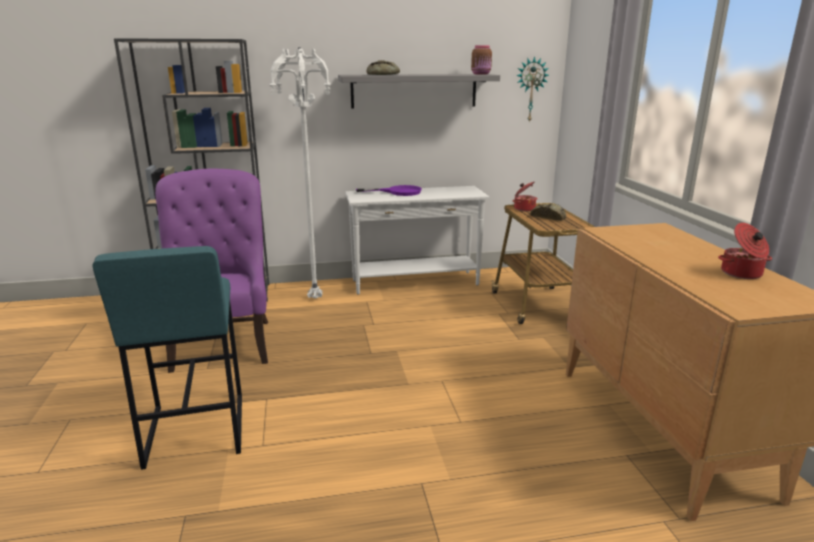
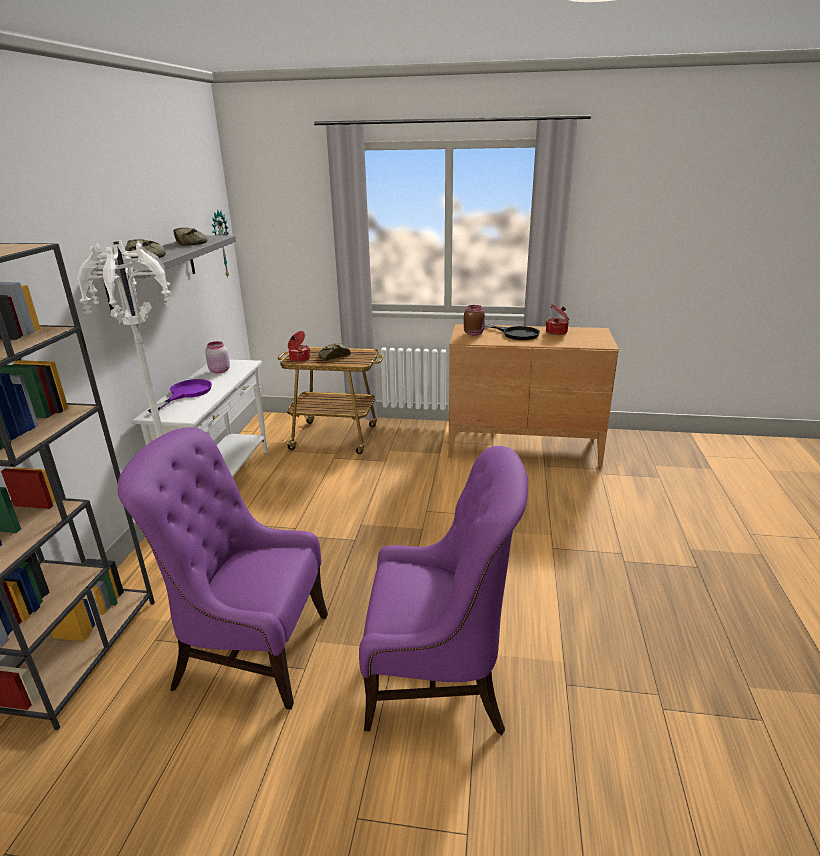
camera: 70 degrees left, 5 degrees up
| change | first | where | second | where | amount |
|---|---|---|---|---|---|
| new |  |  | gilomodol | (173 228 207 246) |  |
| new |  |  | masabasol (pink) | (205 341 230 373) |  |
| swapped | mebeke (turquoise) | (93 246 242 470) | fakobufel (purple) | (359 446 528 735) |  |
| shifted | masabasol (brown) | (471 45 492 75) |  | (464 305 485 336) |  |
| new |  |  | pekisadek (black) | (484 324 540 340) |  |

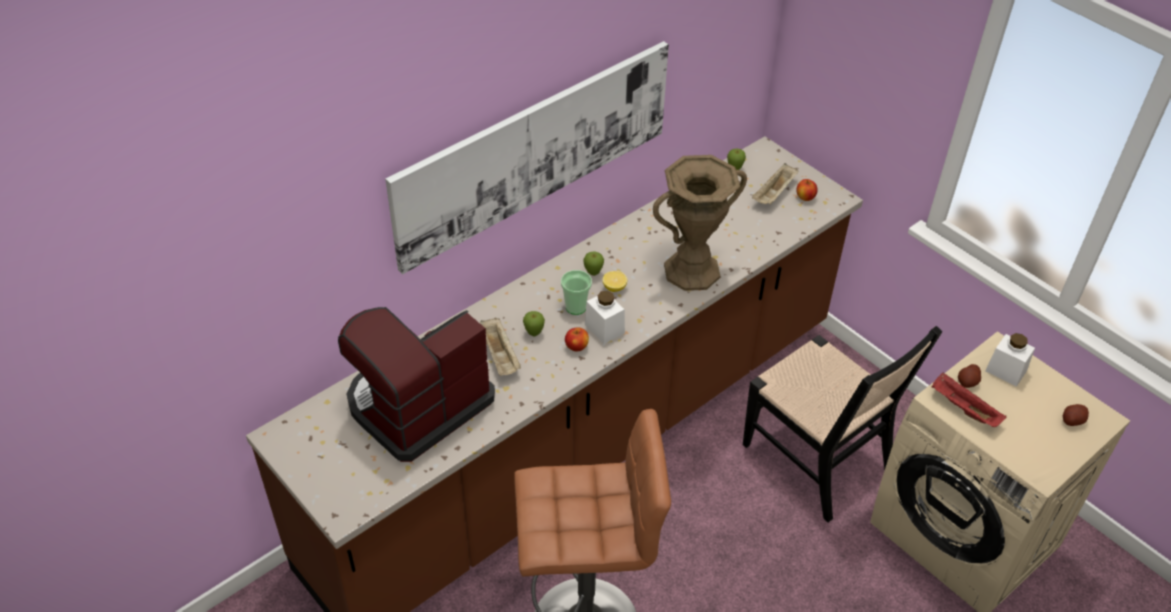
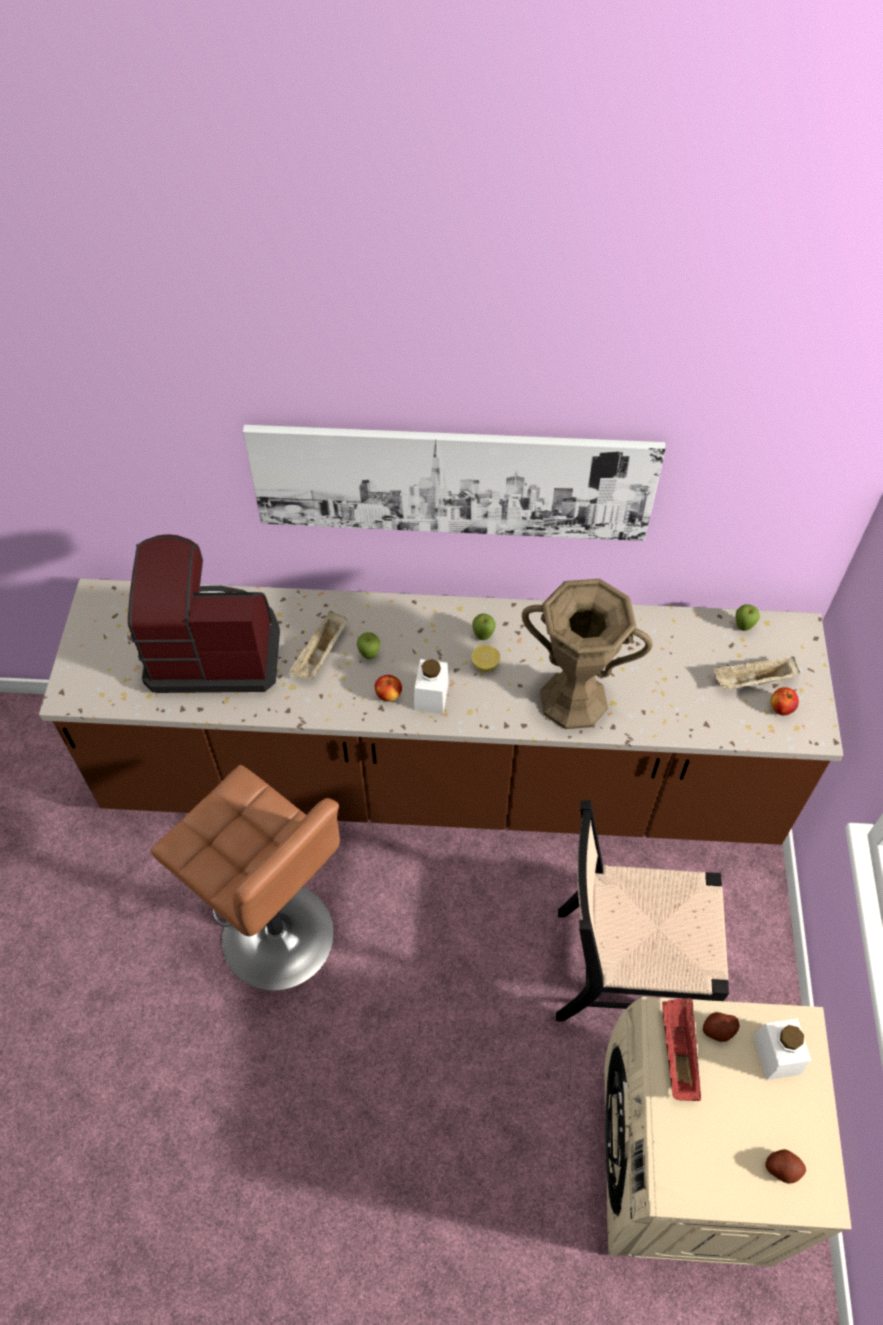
camera: 45 degrees right, 10 degrees up
| change | first | where | second | where | amount |
|---|---|---|---|---|---|
| rotated | fakobufel | (743 326 943 523) |  | (556 801 729 1022) | 90 degrees clockwise |
| gone | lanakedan | (561 270 592 315) |  |  |  |

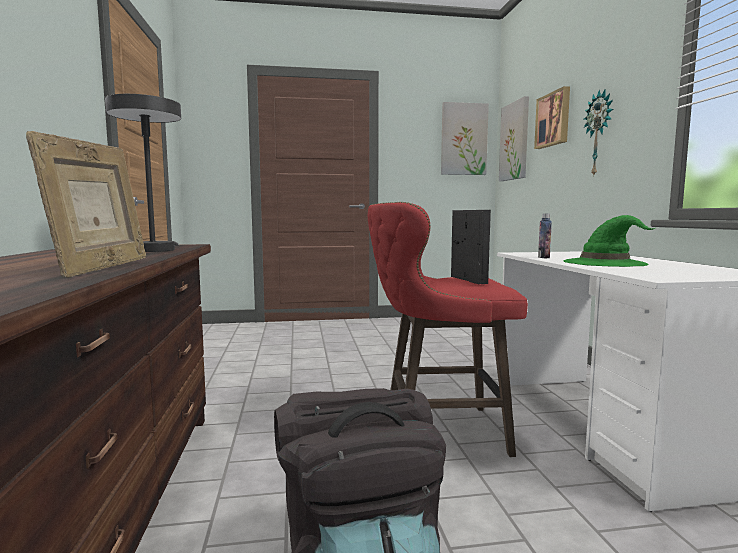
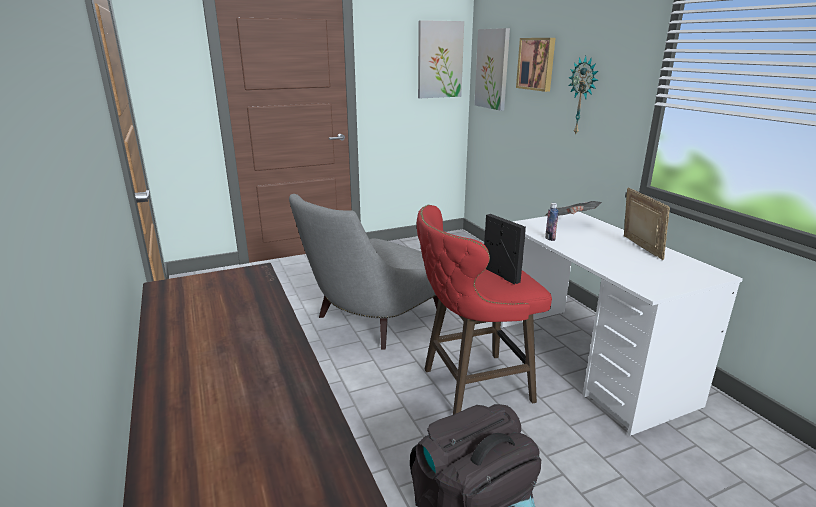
camera: 15 degrees left, 15 degrees up
| change | first | where | second | where | amount |
|---|---|---|---|---|---|
| new |  |  | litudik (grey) | (289 194 439 350) |  |
| new |  |  | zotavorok | (545 201 602 216) |  |
| shifted | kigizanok | (26 131 146 278) |  | (624 188 670 260) |  |
| gone | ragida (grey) | (105 94 181 252) |  |  |  |
| gone | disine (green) | (563 215 655 267) |  |  |  |

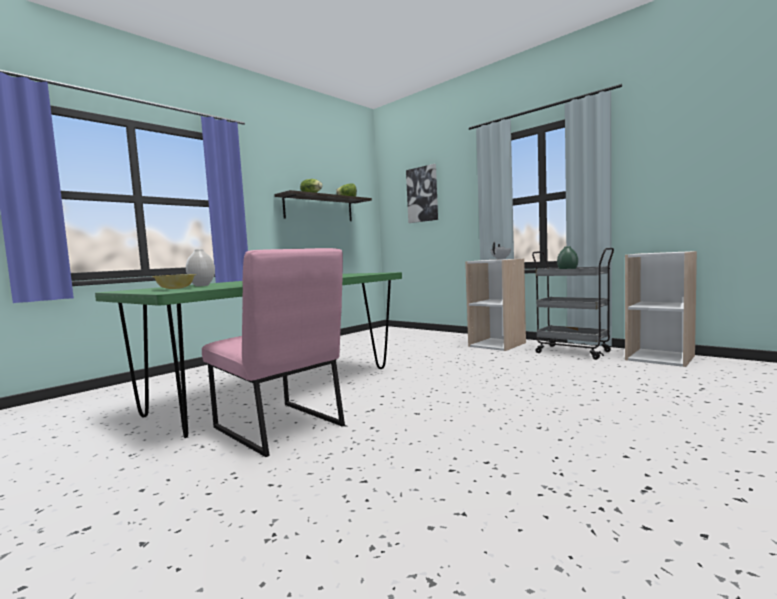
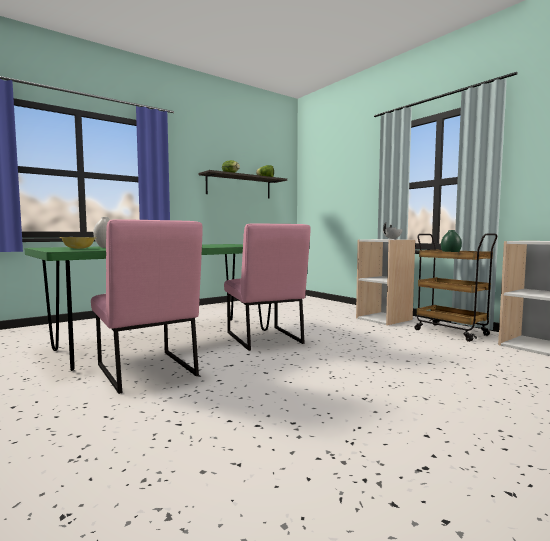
camera: 10 degrees right, 0 degrees up
| change | first | where | second | where | amount |
|---|---|---|---|---|---|
| new |  |  | fakobufel (pink) | (224 223 310 351) |  |
| repainted | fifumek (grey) | (532 248 614 360) | fifumek (brown) | (414 234 497 342) |  |
| gone | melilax | (406 164 438 223) |  |  |  |

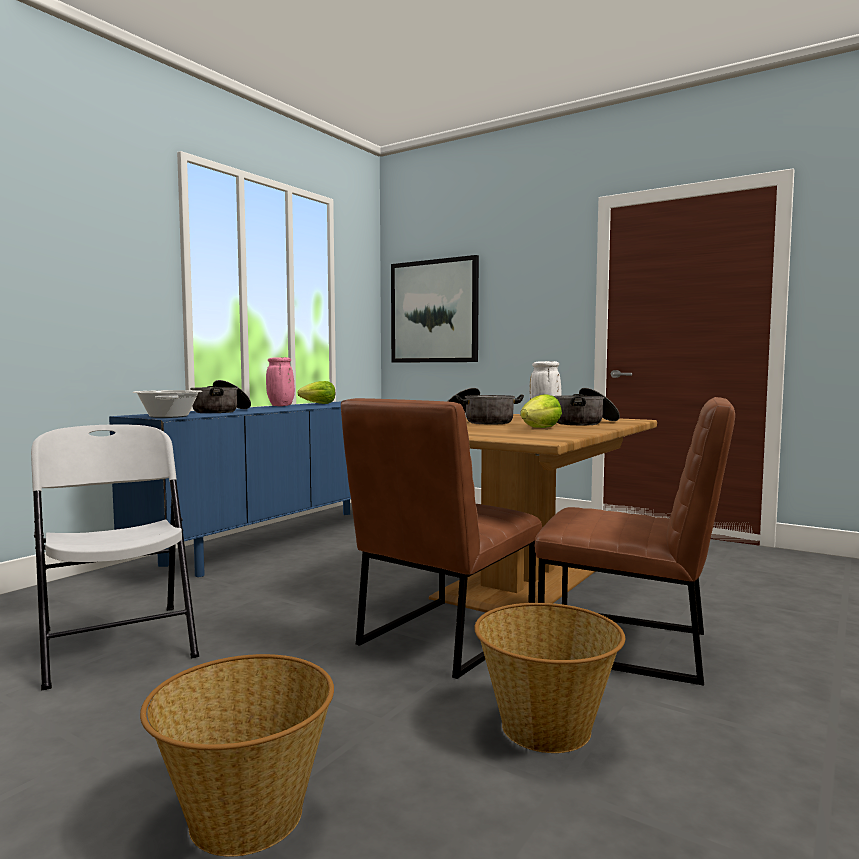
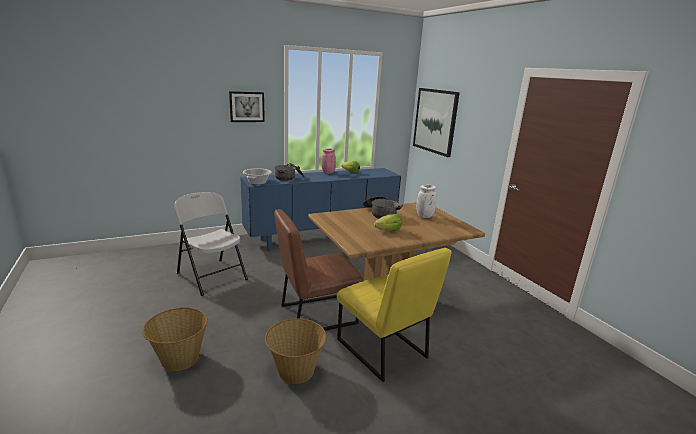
camera: 30 degrees right, 15 degrees up
| change | first | where | second | where | amount |
|---|---|---|---|---|---|
| rotated | fakobufel (white) | (31 424 199 691) |  | (174 192 248 296) | 45 degrees counterclockwise |
| new |  |  | melilax | (229 91 265 122) |  |
| repainted | fakobufel (brown) | (535 397 735 686) | fakobufel (yellow) | (337 248 452 382) |  |
| gone | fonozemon | (554 388 620 425) |  |  |  |

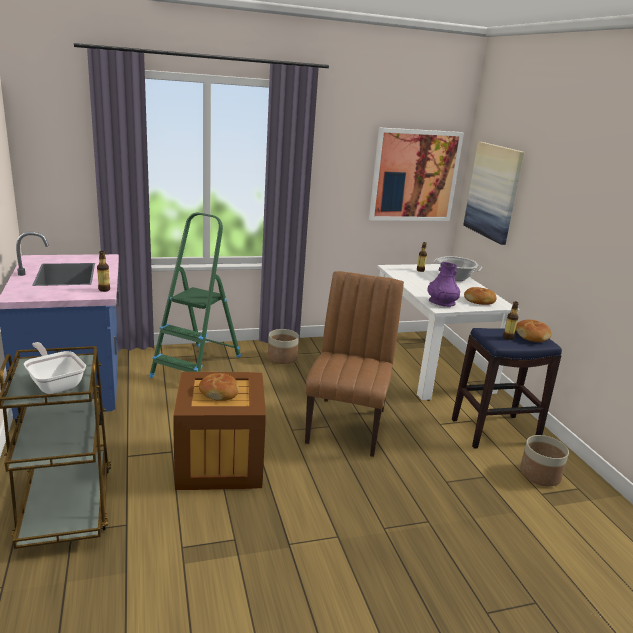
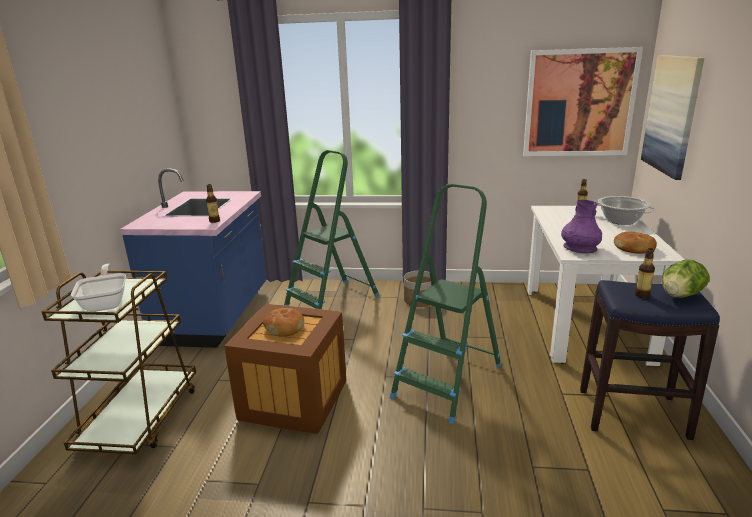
camera: 25 degrees right, 0 degrees up
| change | first | where | second | where | amount |
|---|---|---|---|---|---|
| swapped | fakobufel (brown) | (305 271 404 457) | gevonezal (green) | (390 184 501 424) |  |
| swapped | gilomodol | (516 319 551 342) | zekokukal | (662 260 710 298) |  |
| gone | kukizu | (520 435 569 486) |  |  |  |

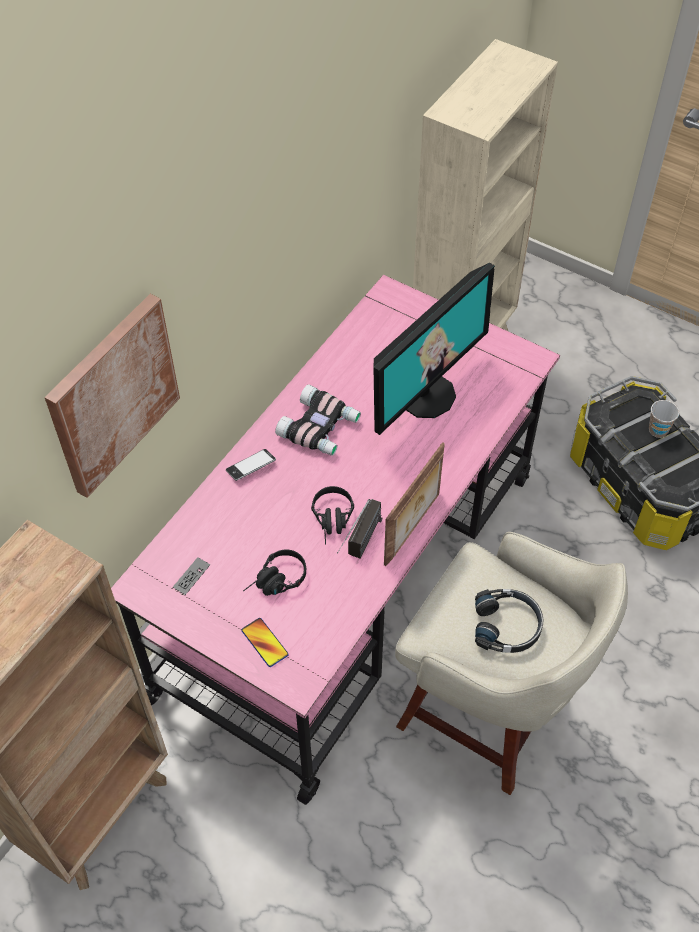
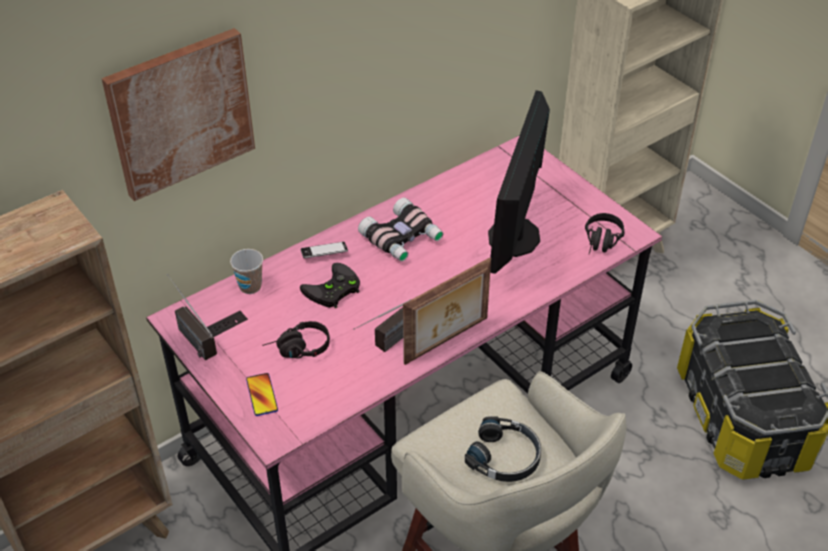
camera: 20 degrees right, 10 degrees down
| change | first | where | second | where | amount |
|---|---|---|---|---|---|
| new |  |  | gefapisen | (167 274 217 360) |  |
| shifted | lanakedan | (649 400 679 438) |  | (230 249 263 294) |  |
| new |  |  | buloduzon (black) | (300 263 360 308) |  |
| rotated | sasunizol | (373 263 495 435) |  | (488 90 550 274) | 135 degrees clockwise |
| shifted | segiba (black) | (311 486 354 544) |  | (585 213 625 254) |  |

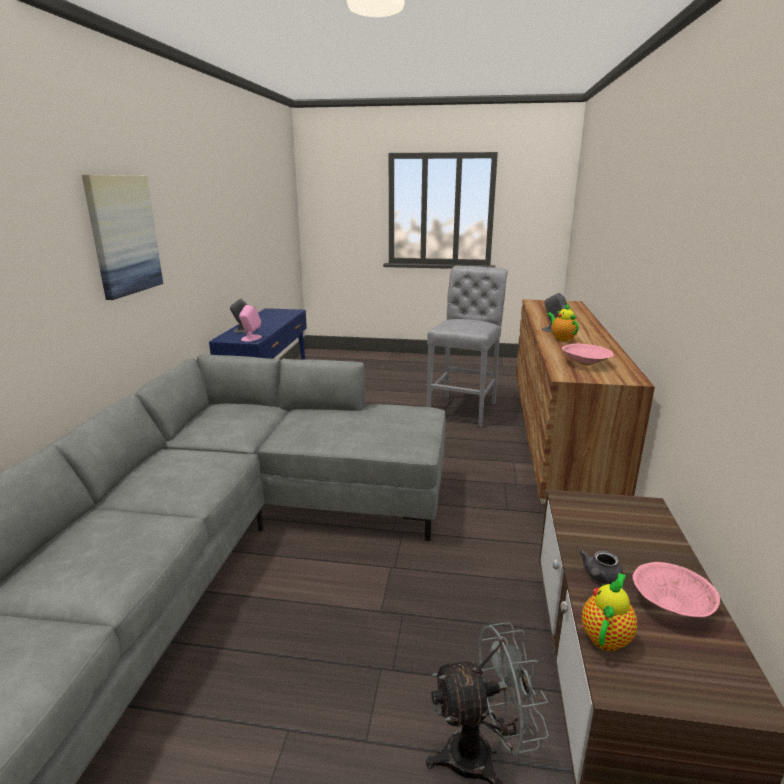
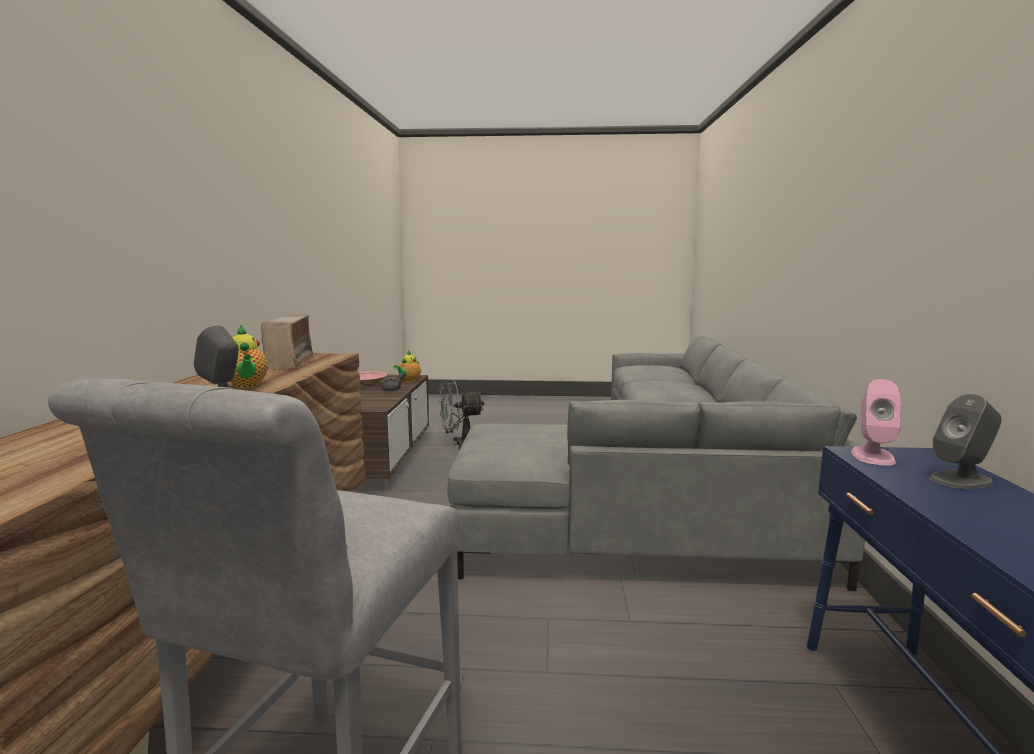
camera: 175 degrees right, 10 degrees down
| change | first | where | second | where | amount |
|---|---|---|---|---|---|
| swapped | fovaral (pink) | (562 343 614 365) | gefapisen | (261 315 316 370) |  |
| gone | melilax | (82 175 163 300) |  |  |  |

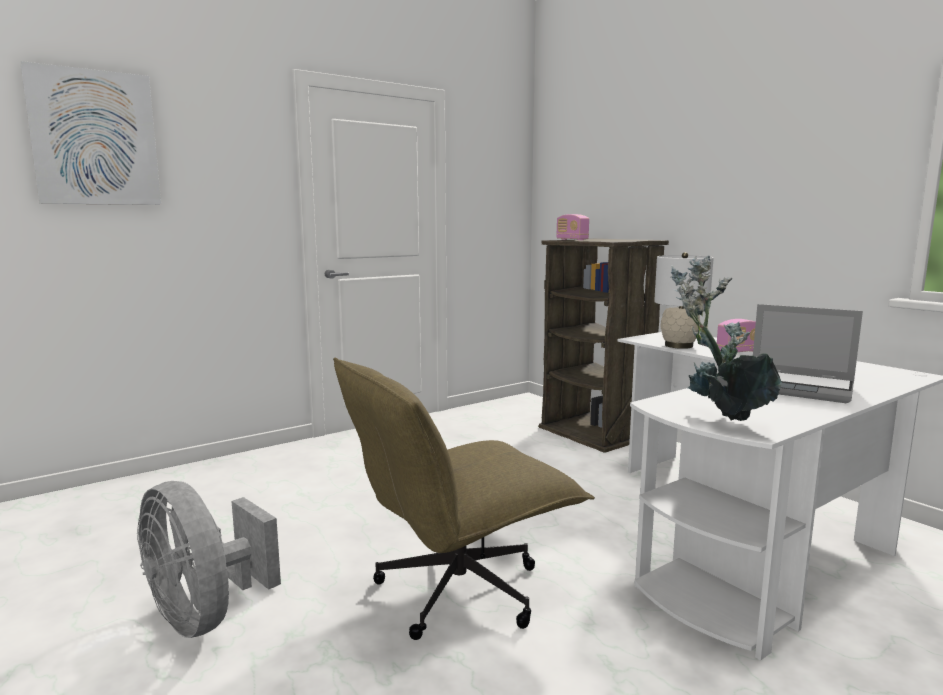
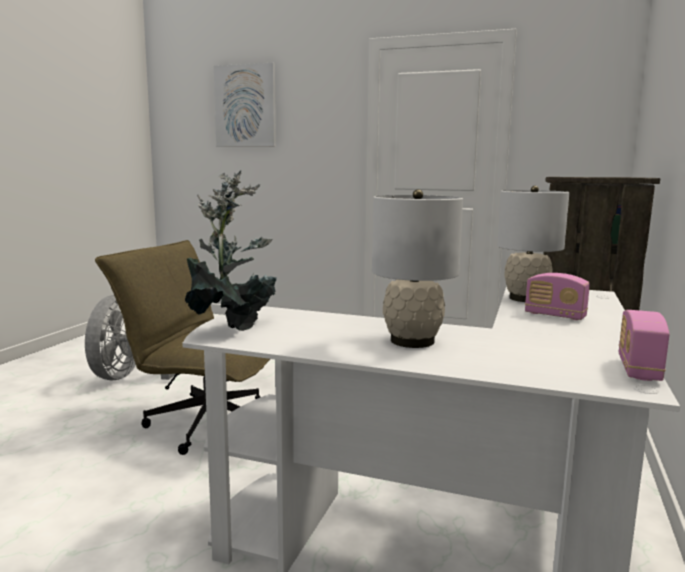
camera: 55 degrees right, 0 degrees up
| change | first | where | second | where | amount |
|---|---|---|---|---|---|
| swapped | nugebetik | (753 304 863 403) | ragida (white) | (372 189 463 348) |  |
| shifted | gefapisen | (556 214 589 240) |  | (619 310 670 381) |  |

